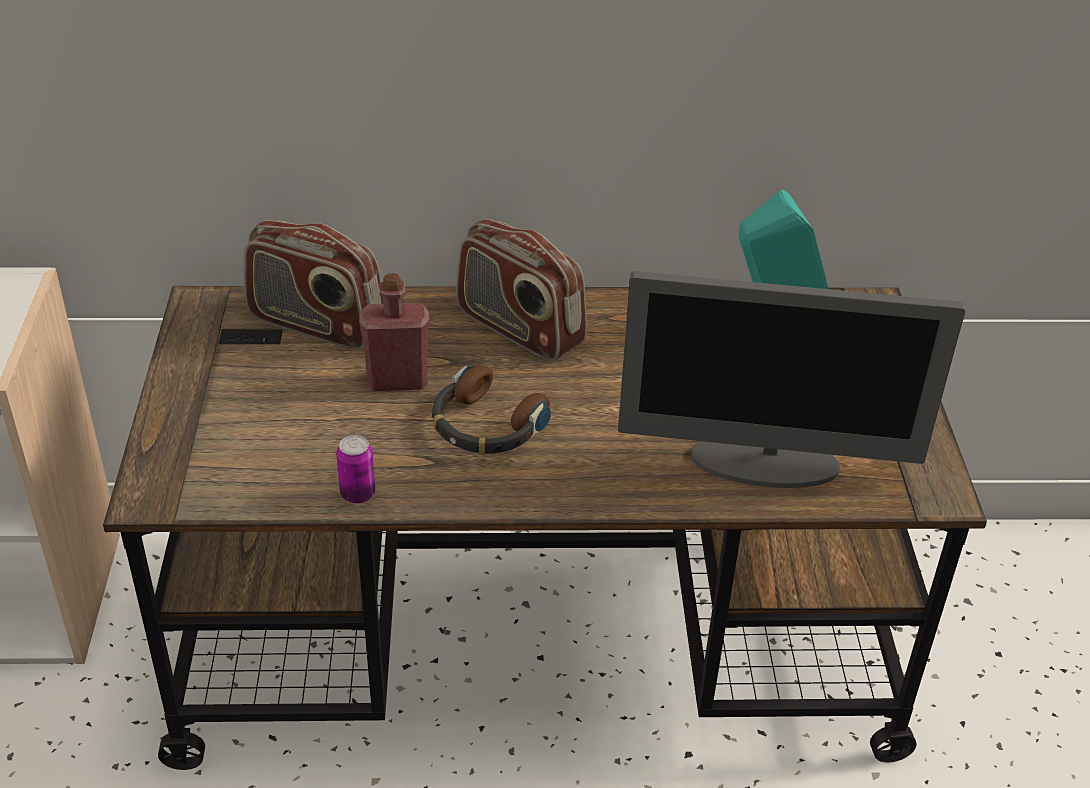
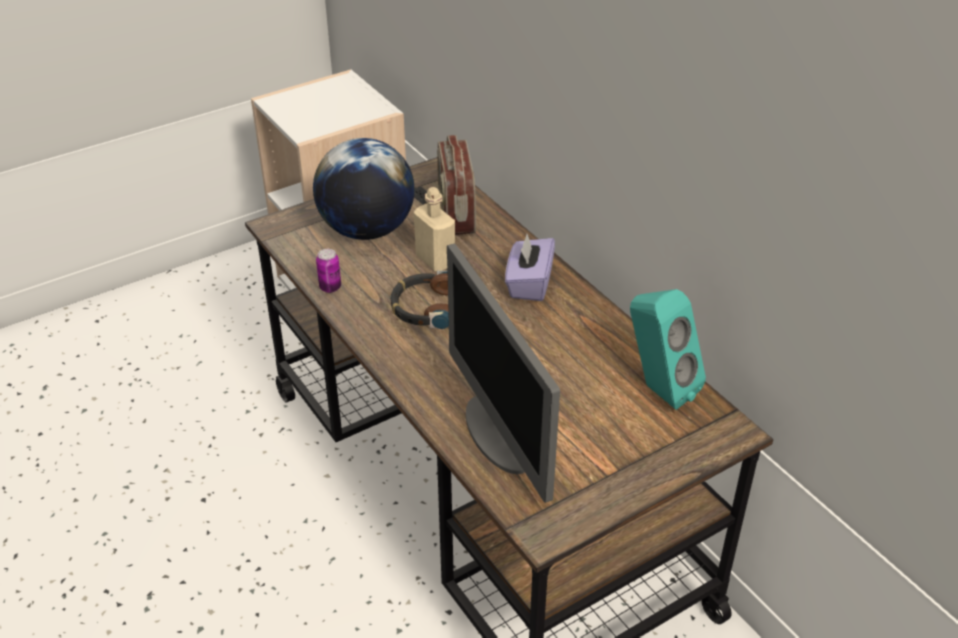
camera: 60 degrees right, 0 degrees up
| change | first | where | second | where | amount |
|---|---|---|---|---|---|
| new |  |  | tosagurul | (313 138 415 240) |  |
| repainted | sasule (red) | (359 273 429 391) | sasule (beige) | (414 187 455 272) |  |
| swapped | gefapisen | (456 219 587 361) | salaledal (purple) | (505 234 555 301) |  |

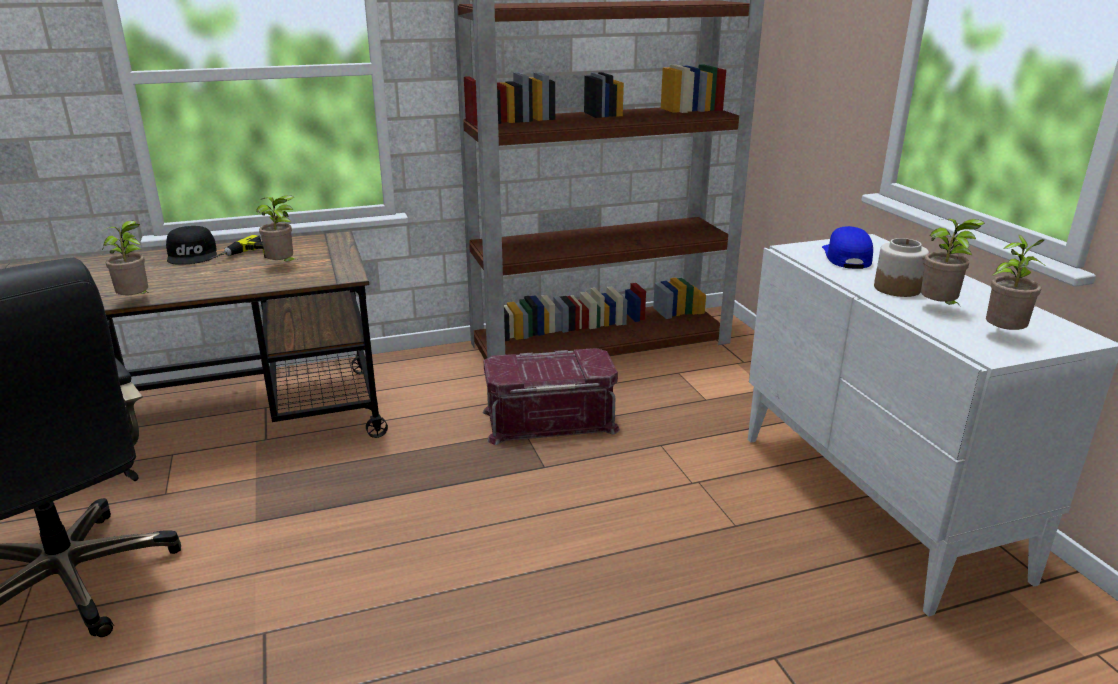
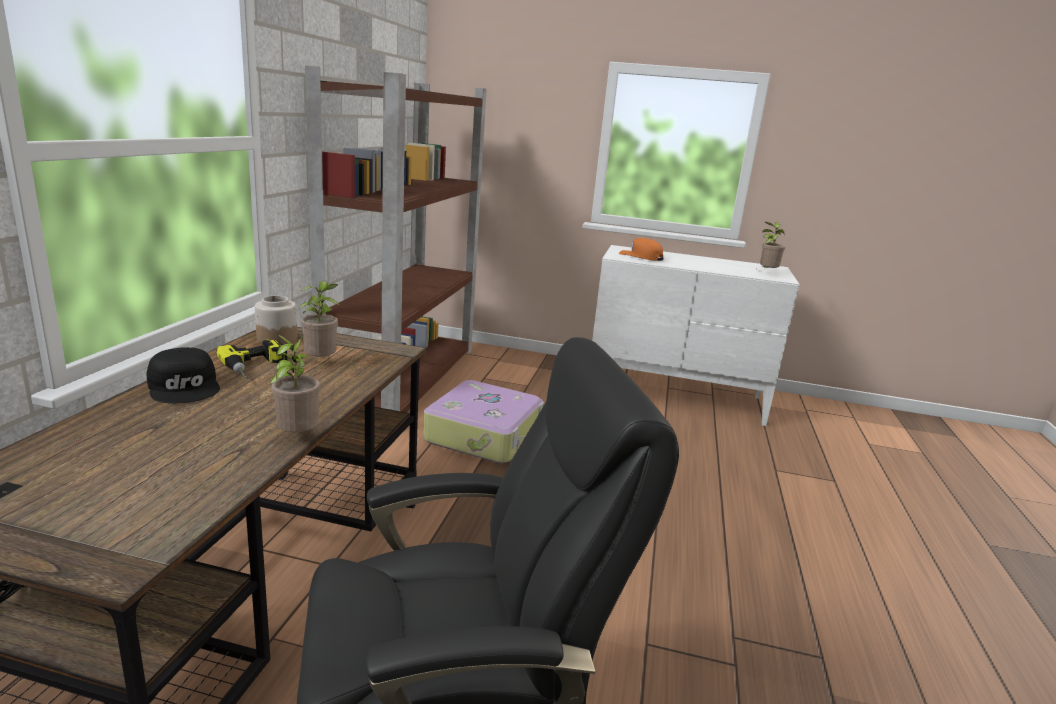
camera: 60 degrees left, 5 degrees down
| change | first | where | second | where | amount |
|---|---|---|---|---|---|
| rotated | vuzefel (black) | (166 226 217 265) |  | (147 347 220 403) | 45 degrees clockwise |
| shifted | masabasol | (874 238 929 297) |  | (255 296 297 345) |  |
| swapped | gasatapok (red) | (483 348 620 445) | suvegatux | (423 380 544 463) |  |
| repainted | vuzefel (blue) | (822 226 873 269) | vuzefel (orange) | (619 238 663 261) |  |
| gone | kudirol | (921 219 985 307) |  |  |  |

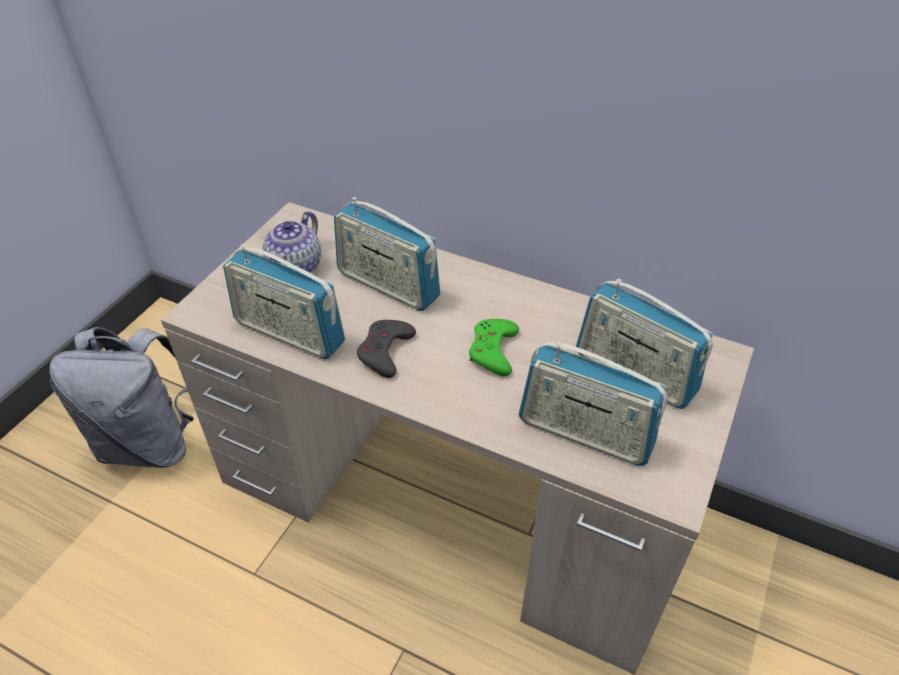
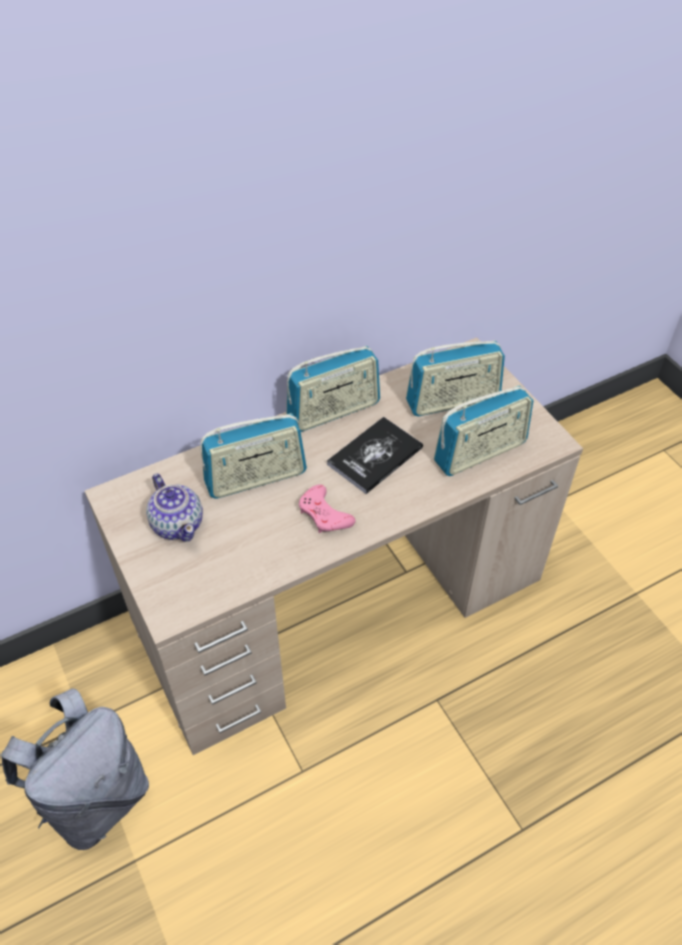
camera: 55 degrees left, 5 degrees up
| change | first | where | second | where | amount |
|---|---|---|---|---|---|
| shifted | gefapisen | (223 244 345 359) |  | (286 346 380 432) |  |
| repainted | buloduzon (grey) | (357 320 416 378) | buloduzon (pink) | (299 485 356 533) |  |
| swapped | buloduzon (green) | (469 319 519 377) | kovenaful | (327 417 423 494) |  |

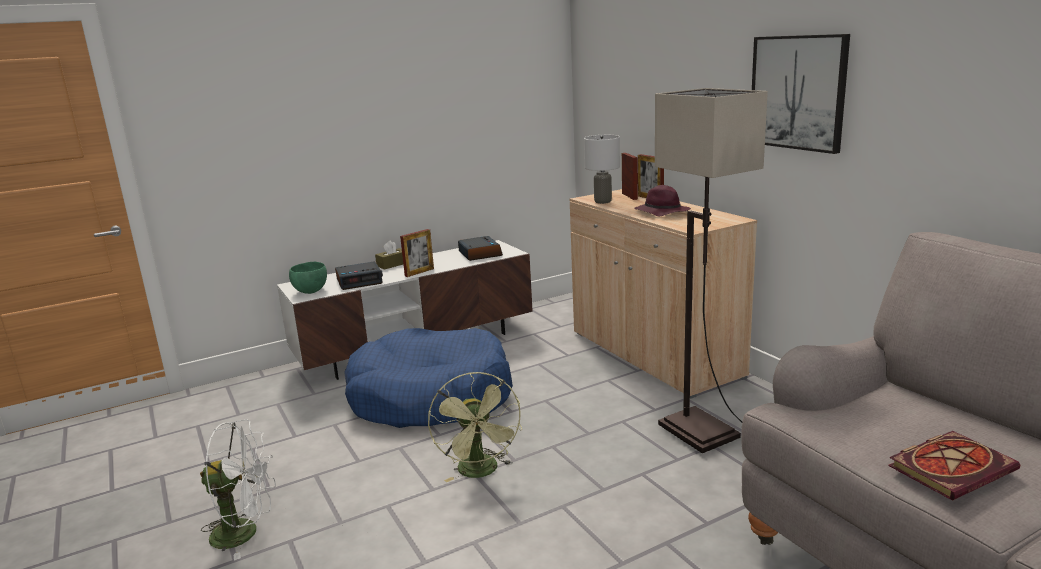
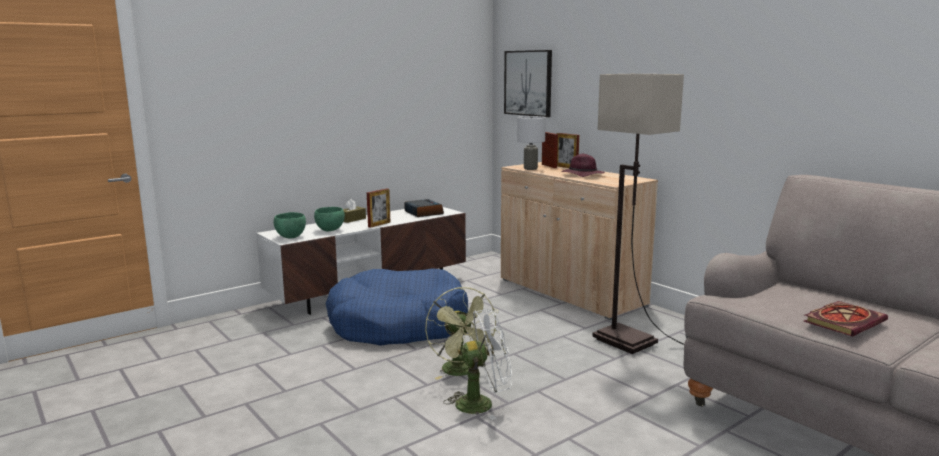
camera: 10 degrees left, 5 degrees down
| change | first | where | second | where | amount |
|---|---|---|---|---|---|
| swapped | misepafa | (335 261 383 290) | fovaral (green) | (314 207 345 232) |  |
| shifted | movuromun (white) | (200 419 276 561) |  | (443 309 512 420) |  |
| shifted | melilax | (752 34 850 154) |  | (504 50 552 117) |  |

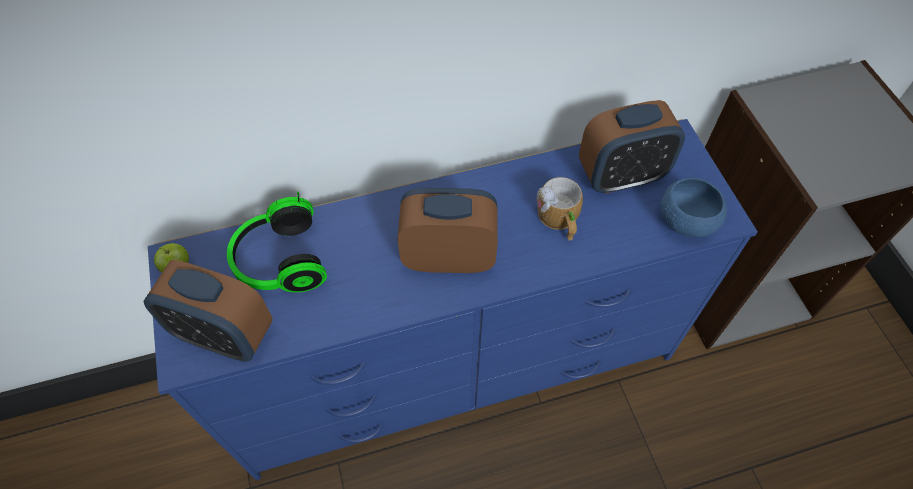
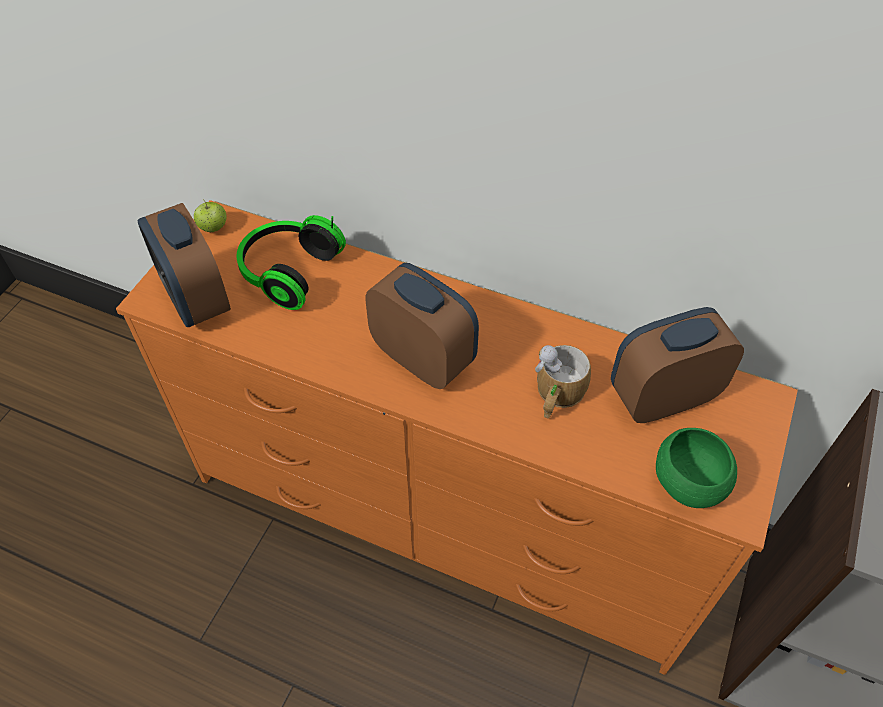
camera: 40 degrees right, 5 degrees down
| change | first | where | second | where | amount |
|---|---|---|---|---|---|
| repainted | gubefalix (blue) | (148 119 758 480) | gubefalix (orange) | (116 200 798 675) |  |
| rotated | misepafa | (579 100 685 194) |  | (611 307 744 423) | 135 degrees clockwise |
| repainted | fovaral (blue) | (661 178 727 237) | fovaral (green) | (656 428 737 508) |  |

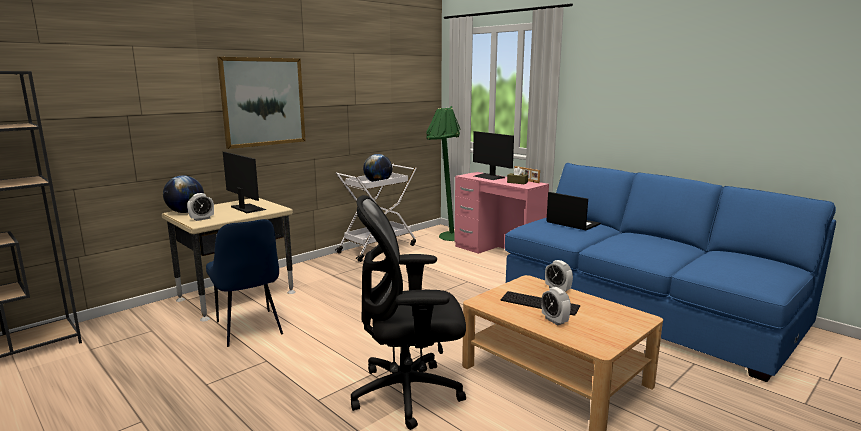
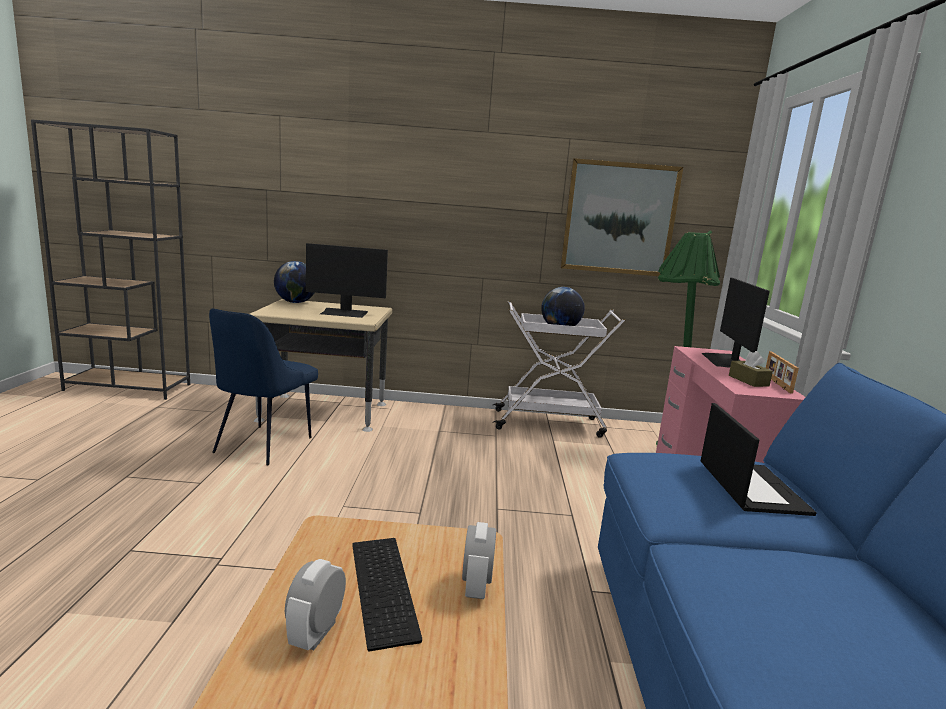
camera: 45 degrees right, 0 degrees up
| change | first | where | second | where | amount |
|---|---|---|---|---|---|
| rotated | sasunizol | (223 152 266 213) |  | (306 243 388 318) | 90 degrees clockwise |
| shifted | melilax | (217 57 305 149) |  | (560 158 683 276) |  |
| gone | misepafa | (187 193 214 221) |  |  |  |
| gone | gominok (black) | (351 195 466 430) |  |  |  |

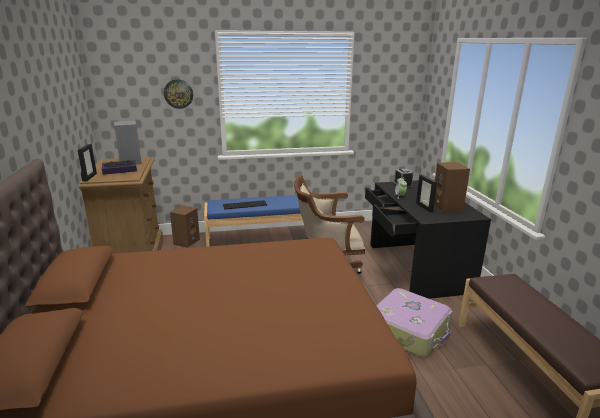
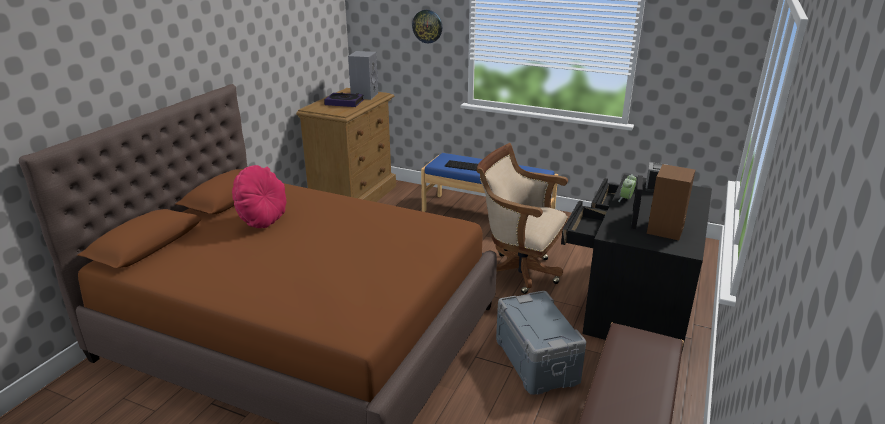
camera: 35 degrees right, 5 degrees up
| change | first | where | second | where | amount |
|---|---|---|---|---|---|
| new |  |  | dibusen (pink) | (232 165 286 228) |  |
| swapped | suvegatux | (376 288 452 357) | gasatapok (grey) | (496 291 586 395) |  |
| gone | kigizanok | (78 144 97 181) |  |  |  |
| gone | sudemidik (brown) | (170 206 200 248) |  |  |  |

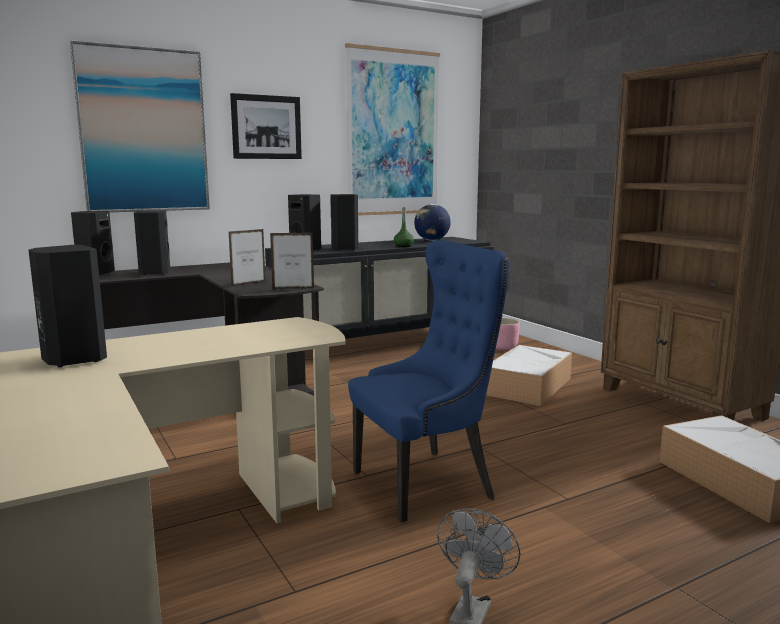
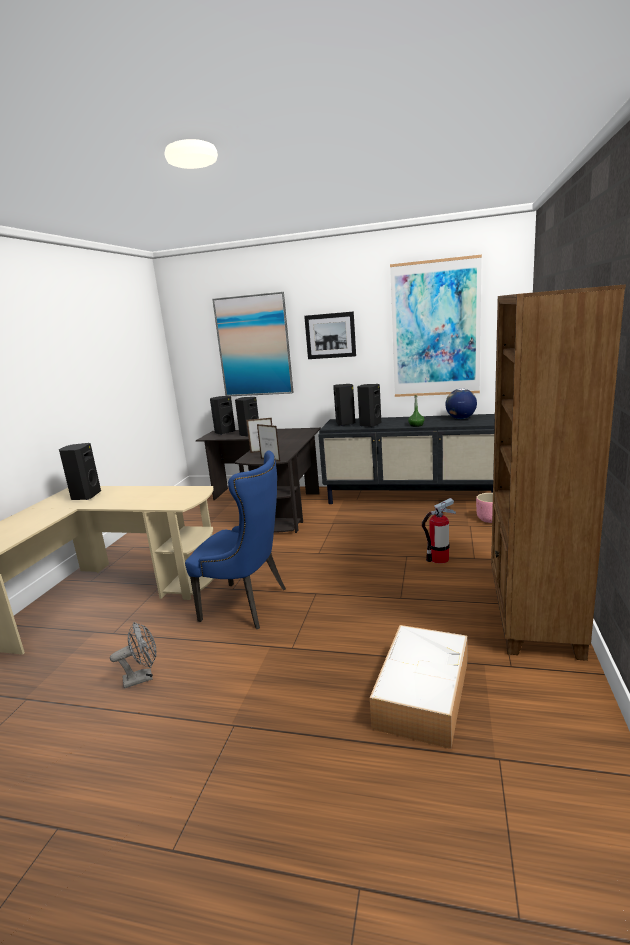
camera: 45 degrees right, 5 degrees up
| change | first | where | second | where | amount |
|---|---|---|---|---|---|
| swapped | gasatapok | (486 345 572 406) | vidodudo | (422 498 456 563) |  |

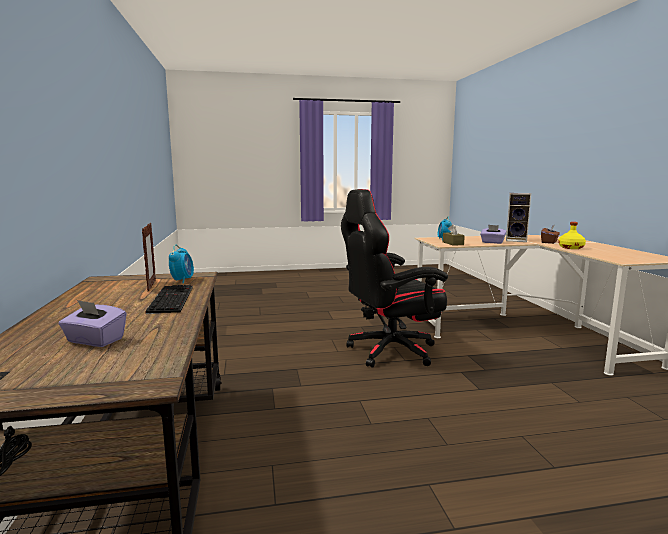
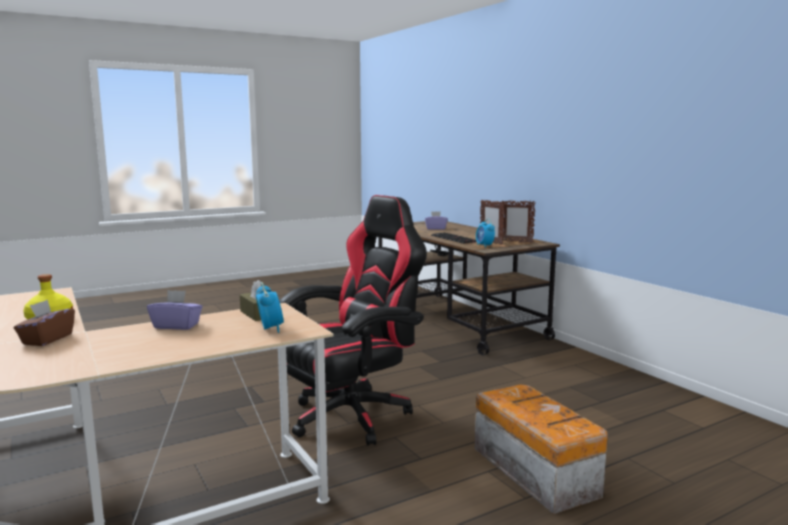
camera: 160 degrees right, 0 degrees up
| change | first | where | second | where | amount |
|---|---|---|---|---|---|
| new |  |  | gasatapok | (475 384 608 514) |  |
| new |  |  | kigizanok | (500 200 535 243) |  |
| gone | sudemidik | (506 193 531 242) |  |  |  |

